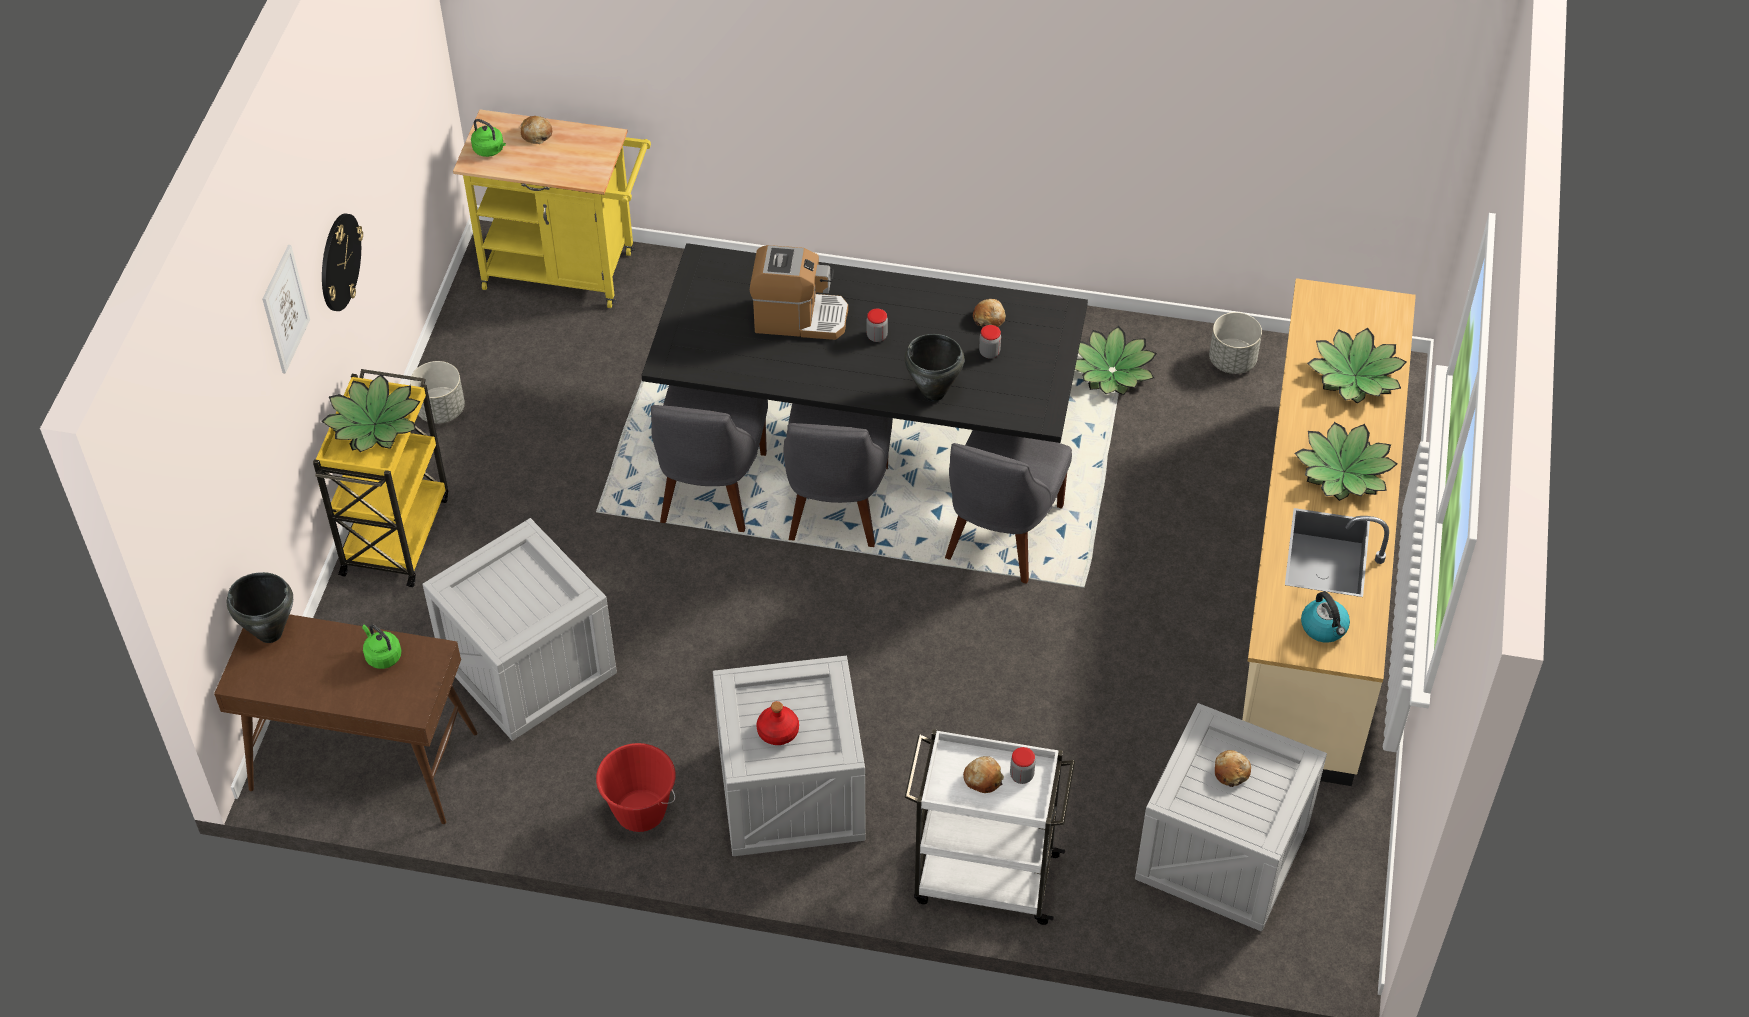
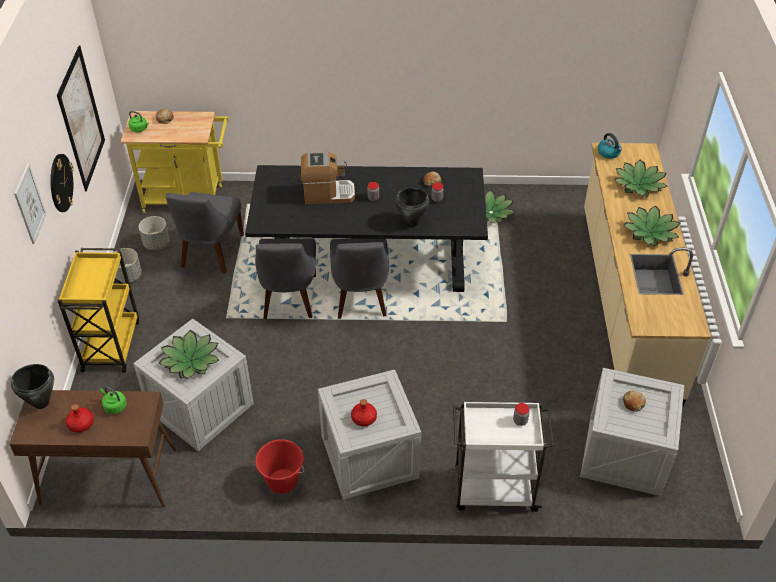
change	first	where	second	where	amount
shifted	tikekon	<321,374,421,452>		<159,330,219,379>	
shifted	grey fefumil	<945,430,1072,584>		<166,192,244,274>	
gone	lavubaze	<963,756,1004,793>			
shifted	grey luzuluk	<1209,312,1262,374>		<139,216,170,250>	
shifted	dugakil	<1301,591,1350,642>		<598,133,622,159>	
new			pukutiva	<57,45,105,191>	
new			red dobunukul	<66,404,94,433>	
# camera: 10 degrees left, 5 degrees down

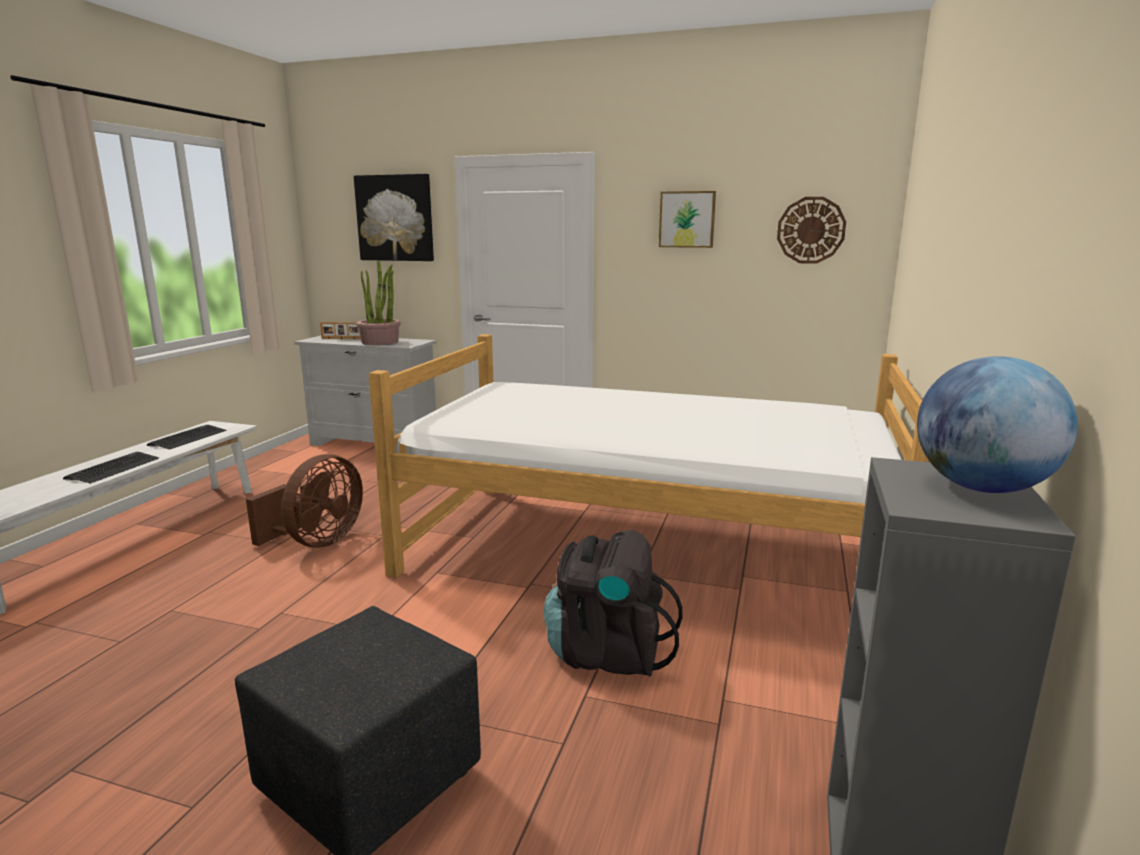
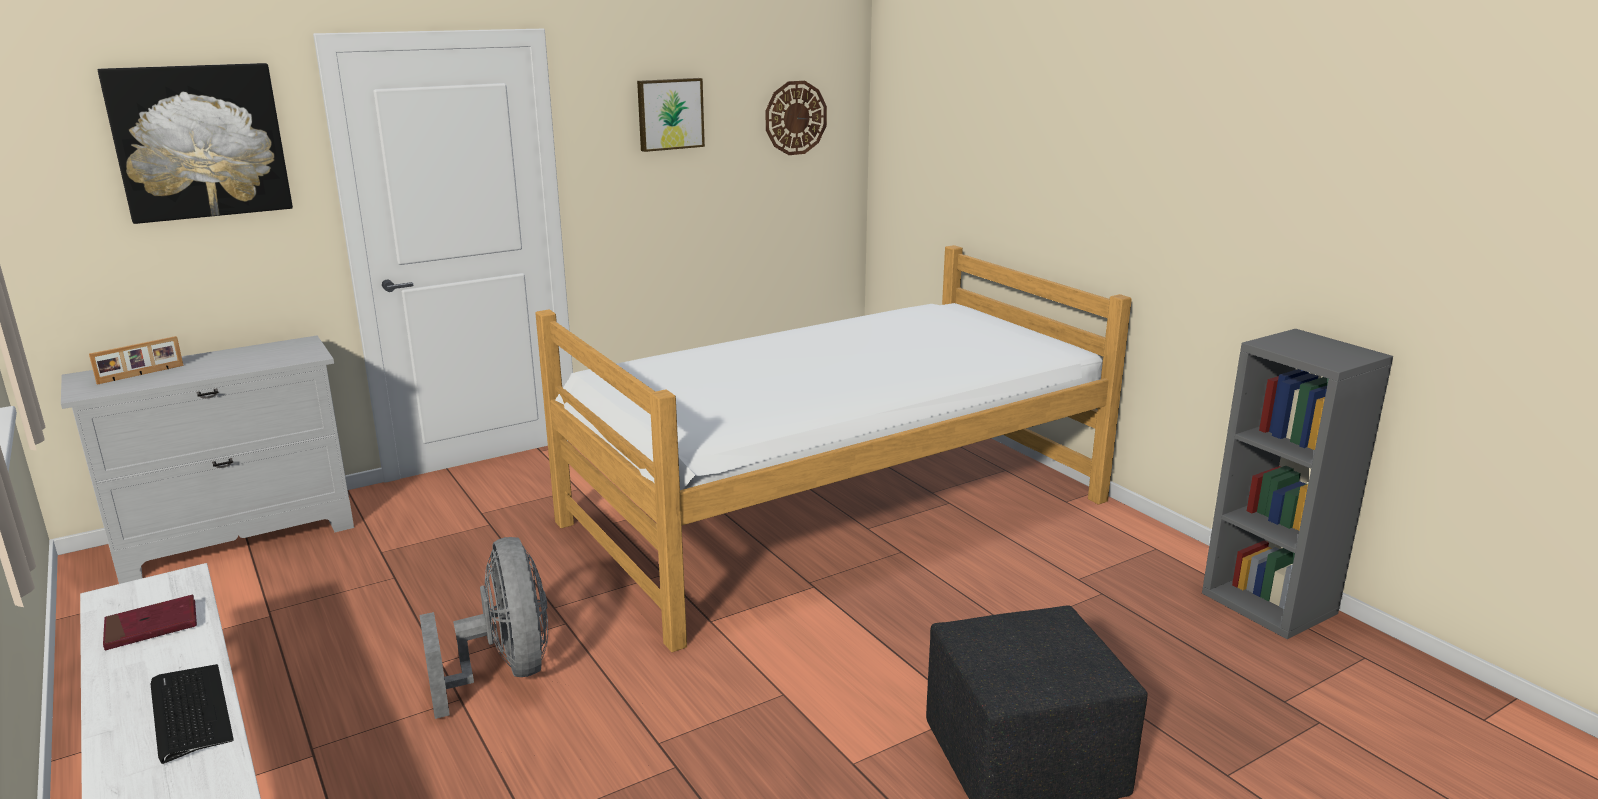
change	first	where	second	where	amount
swapped	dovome	<147,425,226,449>	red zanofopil	<103,595,197,650>	
repainted	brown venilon	<246,454,363,547>	grey venilon	<420,537,548,719>	
gone	tikekon	<356,260,401,345>			
gone	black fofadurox	<544,530,683,676>			
gone	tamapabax	<917,356,1078,493>			
# camera: 50 degrees left, 5 degrees up

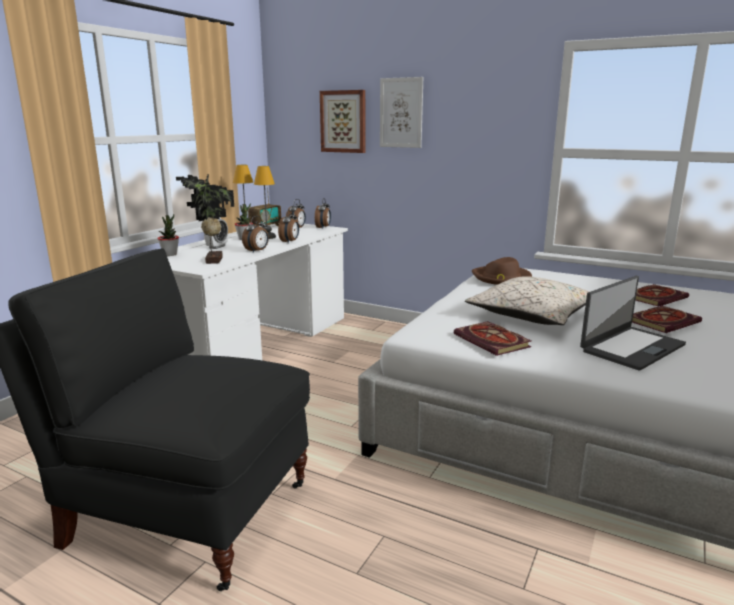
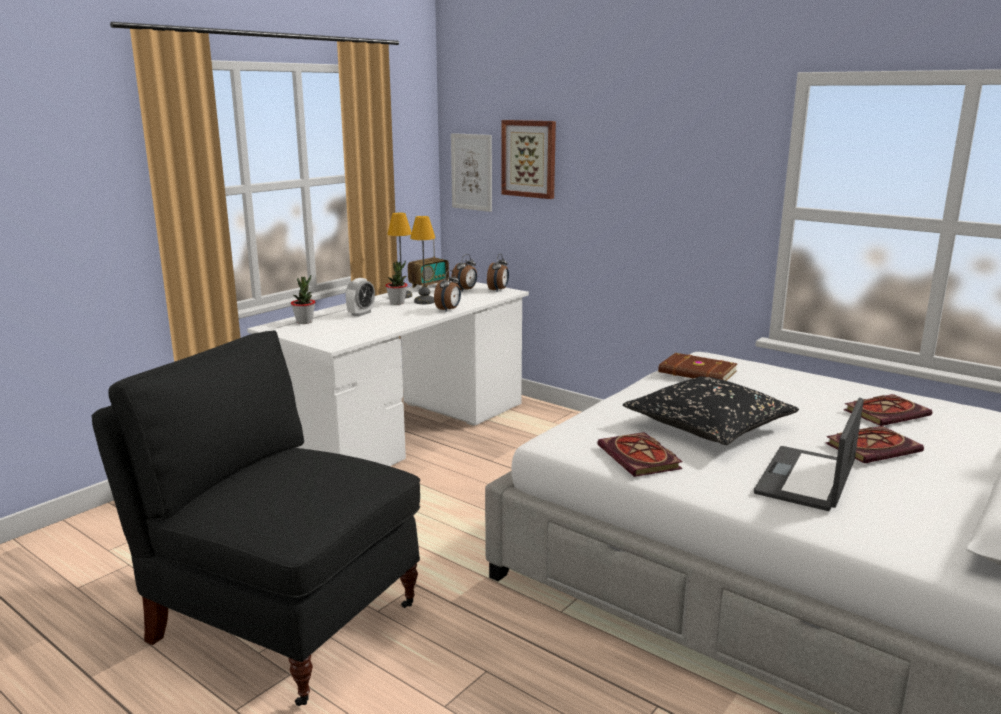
change	first	where	second	where	amount
gone	tikekon	<176,174,234,264>			
gone	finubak	<242,216,269,252>			
shifted	pukutiva	<380,77,423,148>		<451,133,492,212>	
repainted	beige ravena	<465,276,589,325>	black ravena	<623,376,799,445>	
swapped	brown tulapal	<472,257,532,285>	brown zanofopil	<658,353,738,381>	
rotated	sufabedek	<580,276,686,371>		<754,398,864,511>	150 degrees clockwise
# camera: 10 degrees right, 0 degrees up

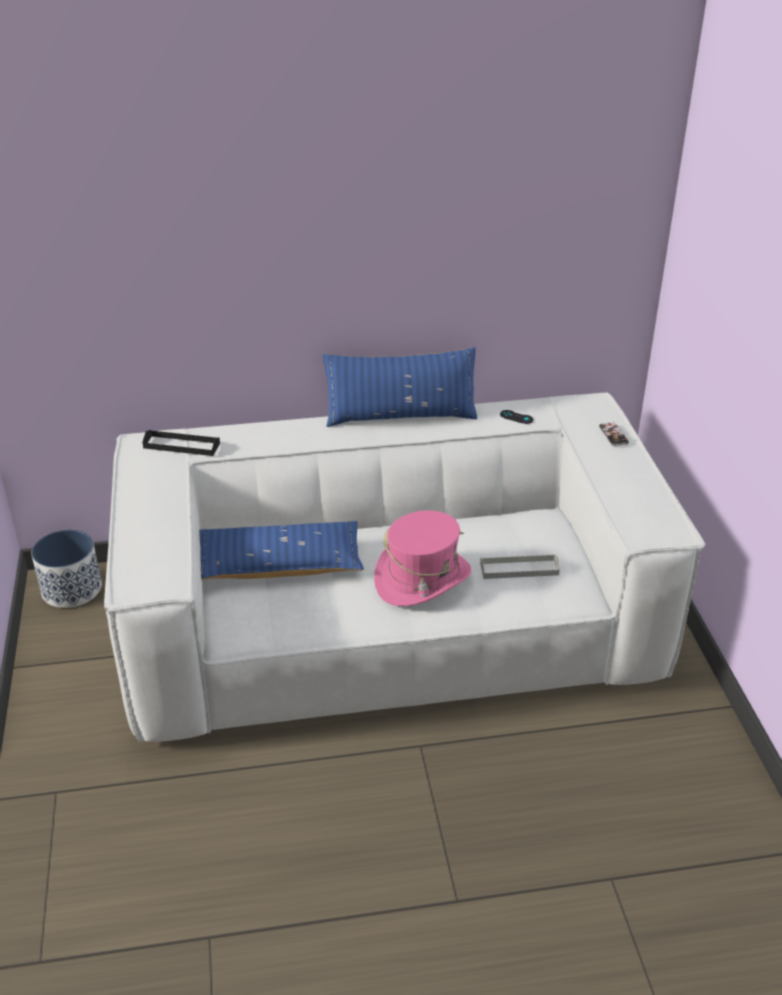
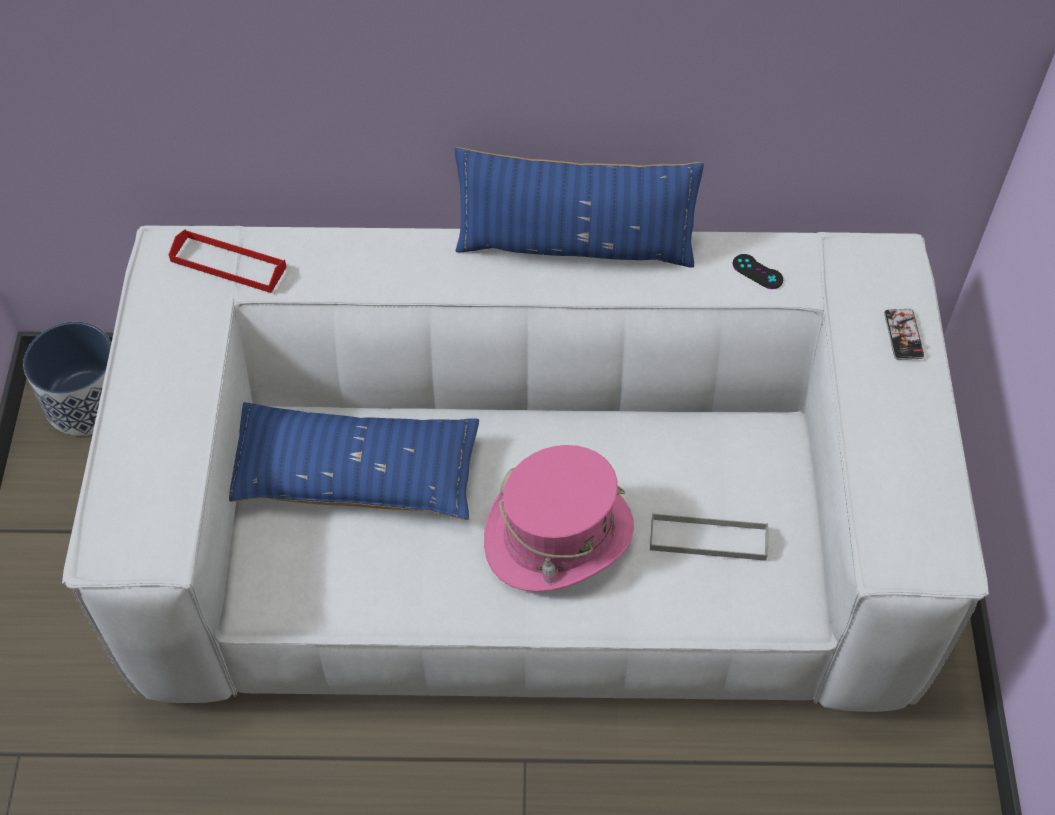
change	first	where	second	where	amount
repainted	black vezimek	<142,430,220,456>	red vezimek	<168,229,286,293>	
# camera: 10 degrees right, 20 degrees up

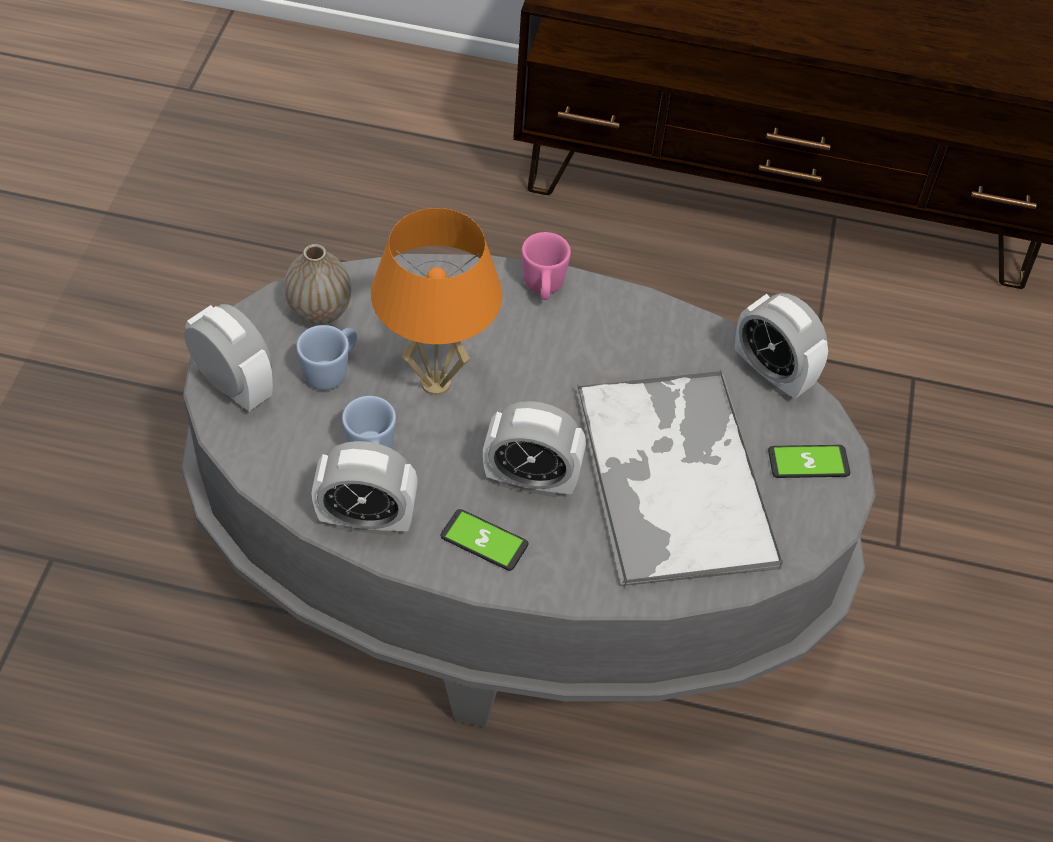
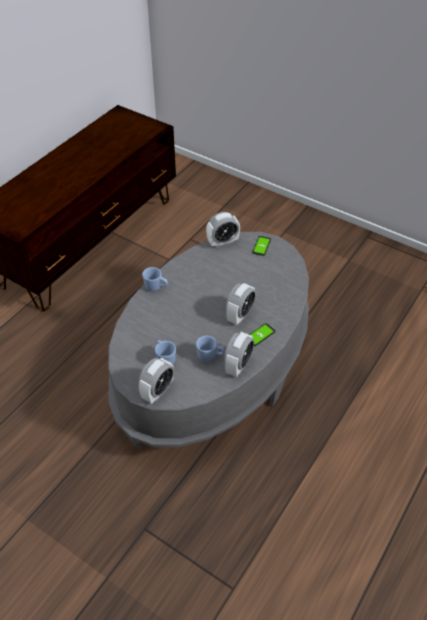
change	first	where	second	where	amount
rotated	finubak	<184,304,273,411>		<138,358,174,404>	150 degrees clockwise
gone	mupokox	<284,244,351,325>			
gone	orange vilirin	<371,208,503,395>			
repainted	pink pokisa	<522,232,571,300>	blue pokisa	<142,267,168,291>	
gone	vezimek	<576,370,783,588>			
# camera: 65 degrees left, 5 degrees down

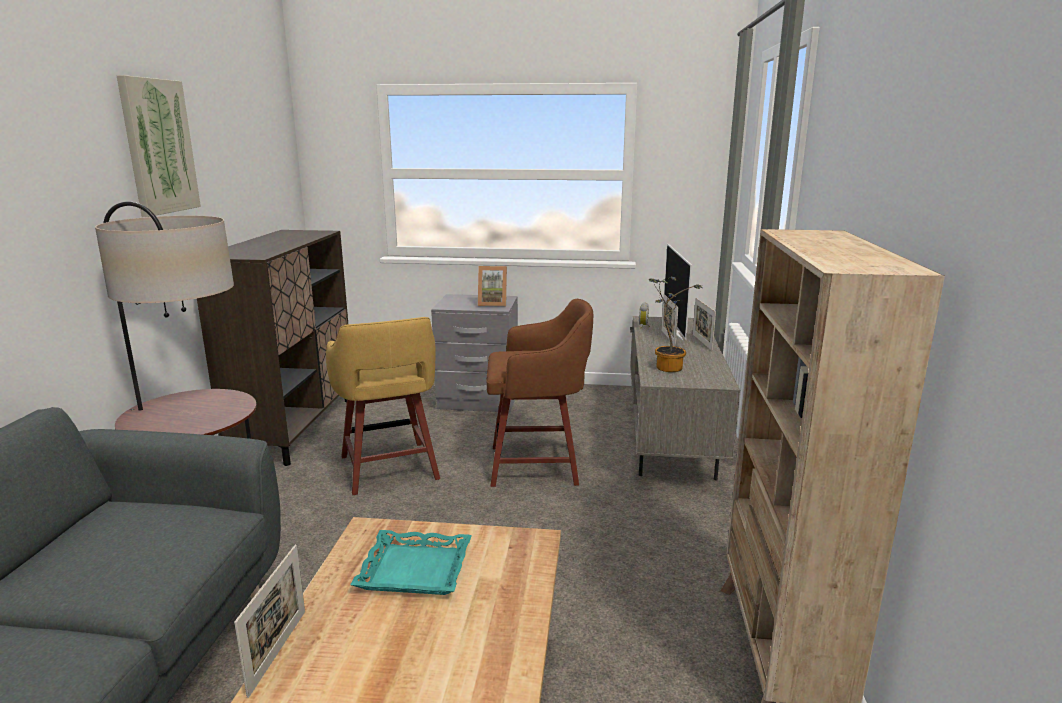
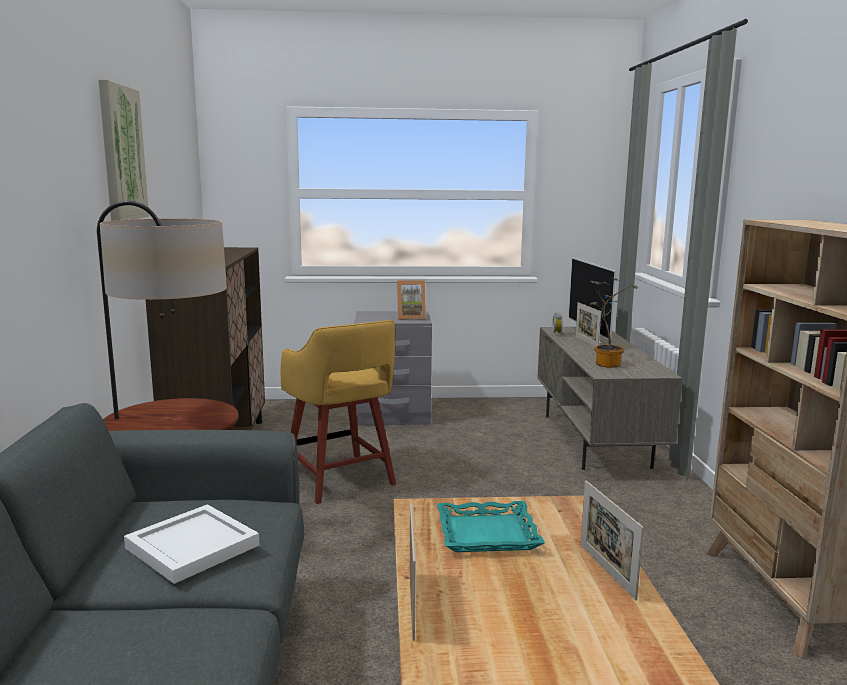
change	first	where	second	where	amount
gone	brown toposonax	<487,299,593,487>			
shifted	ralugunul	<693,298,716,351>		<581,480,644,601>	
new			white vezimek	<124,504,259,584>	
# camera: 10 degrees left, 5 degrees down

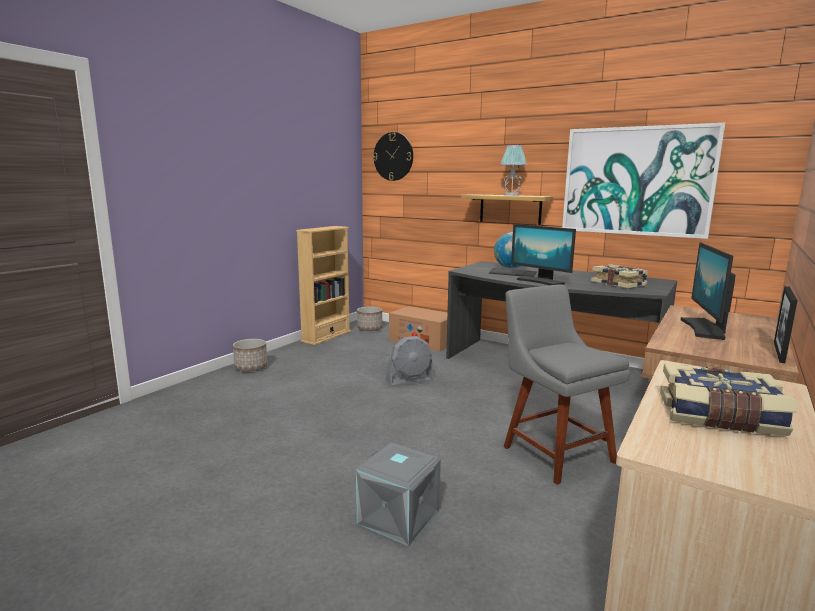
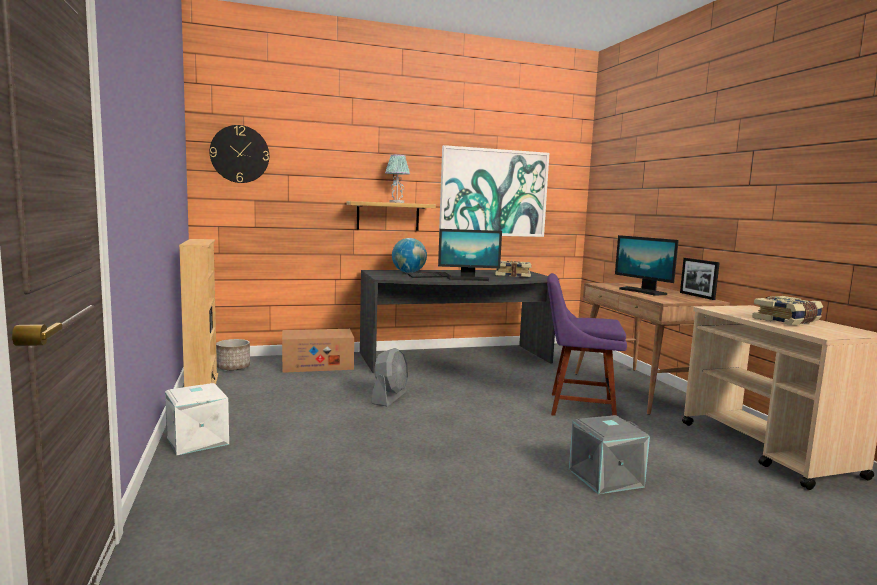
change	first	where	second	where	amount
swapped	luzuluk	<233,339,267,371>	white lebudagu	<165,383,229,456>	
repainted	grey fefumil	<504,284,630,485>	purple fefumil	<547,273,627,416>	
# camera: 50 degrees left, 5 degrees down

